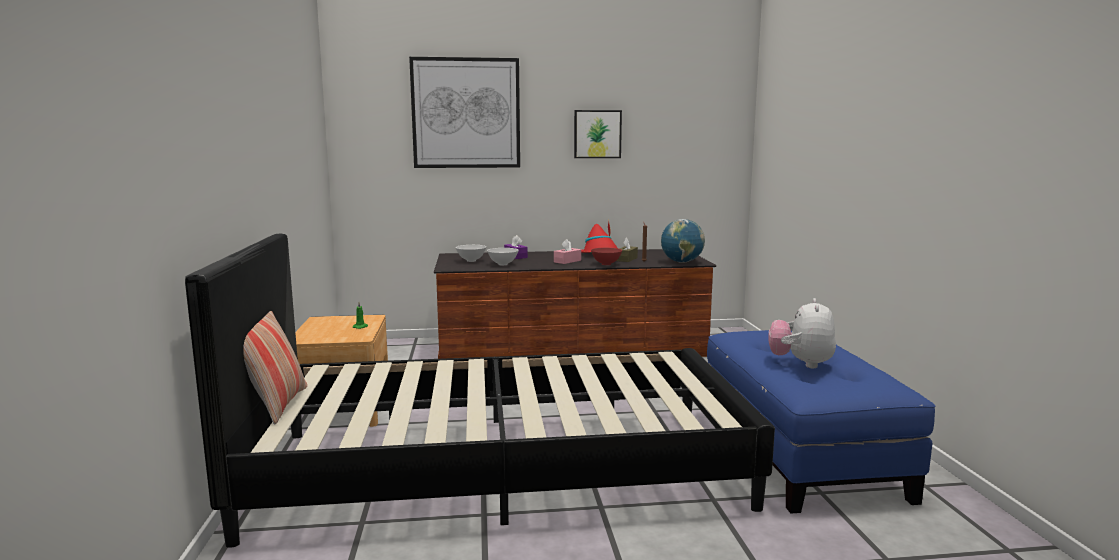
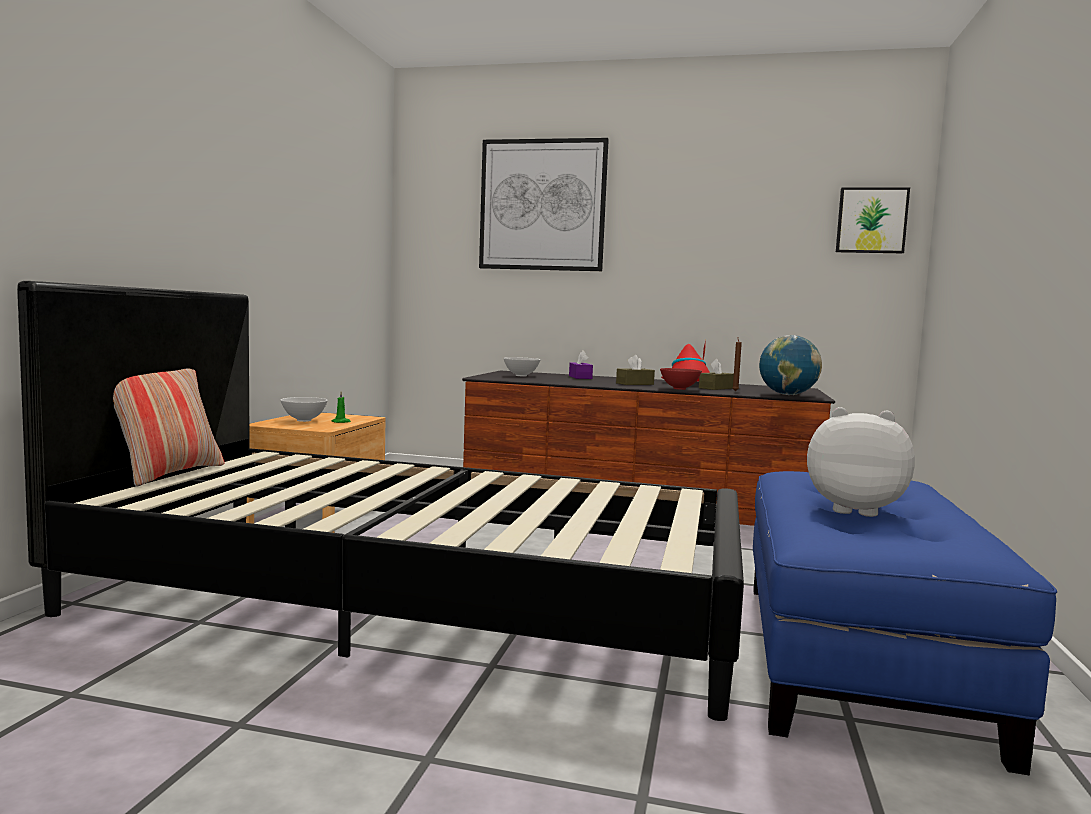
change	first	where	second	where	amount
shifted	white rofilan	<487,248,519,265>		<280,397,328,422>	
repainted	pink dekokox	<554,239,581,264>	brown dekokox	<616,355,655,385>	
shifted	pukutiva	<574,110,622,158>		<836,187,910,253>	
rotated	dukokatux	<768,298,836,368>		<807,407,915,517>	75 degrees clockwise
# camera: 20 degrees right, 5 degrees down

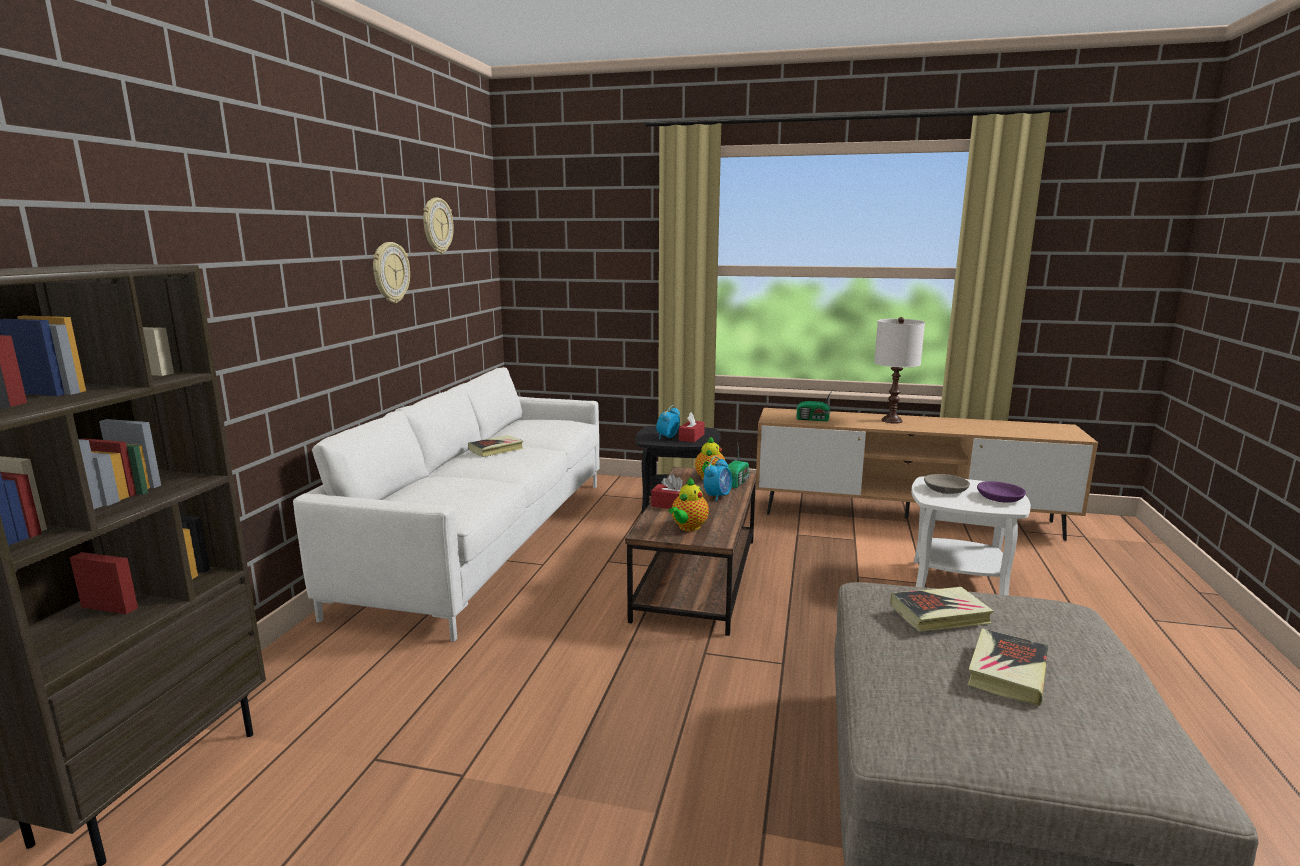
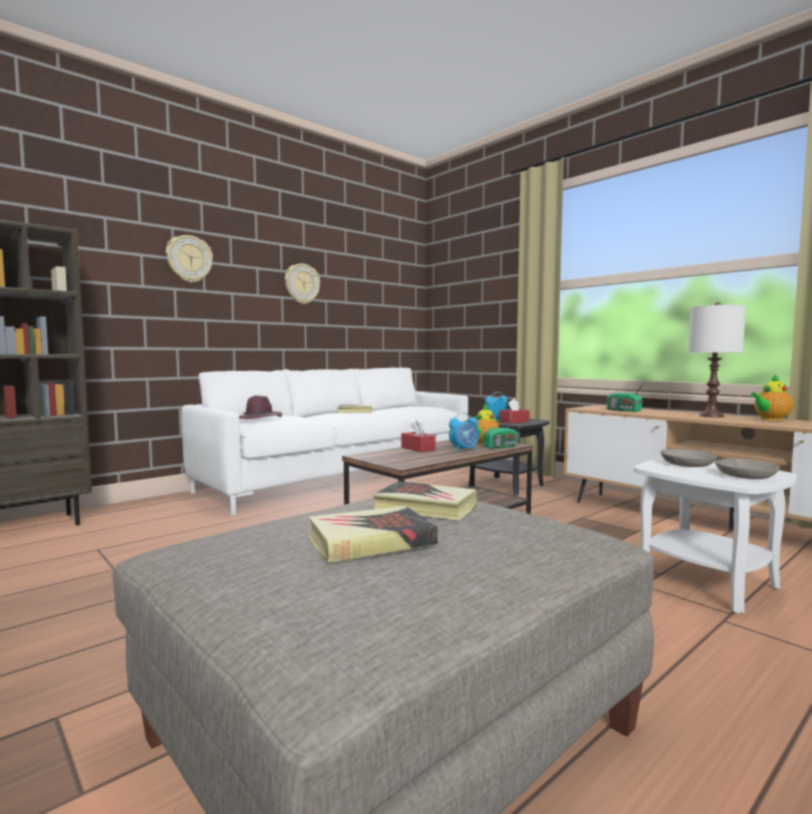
change	first	where	second	where	amount
shifted	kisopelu	<423,198,454,254>		<166,235,213,283>	
shifted	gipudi	<668,478,709,531>		<750,375,793,420>	
repainted	purple rofilan	<977,481,1026,503>	grey rofilan	<715,458,780,479>	
new			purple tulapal	<239,395,282,419>	
# camera: 35 degrees right, 10 degrees down

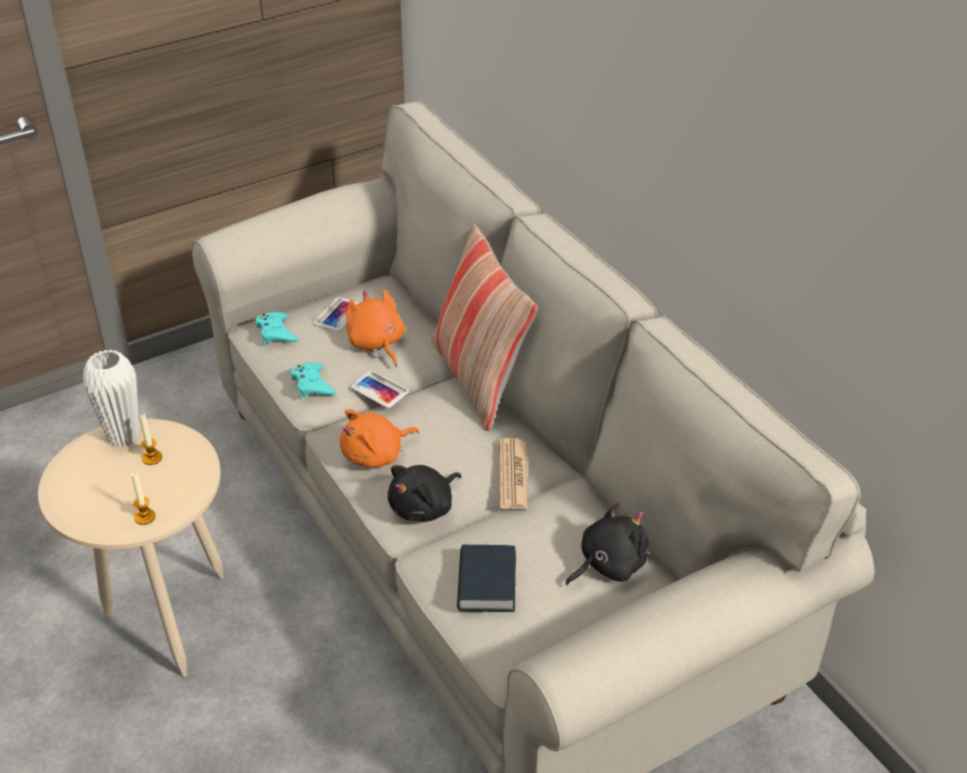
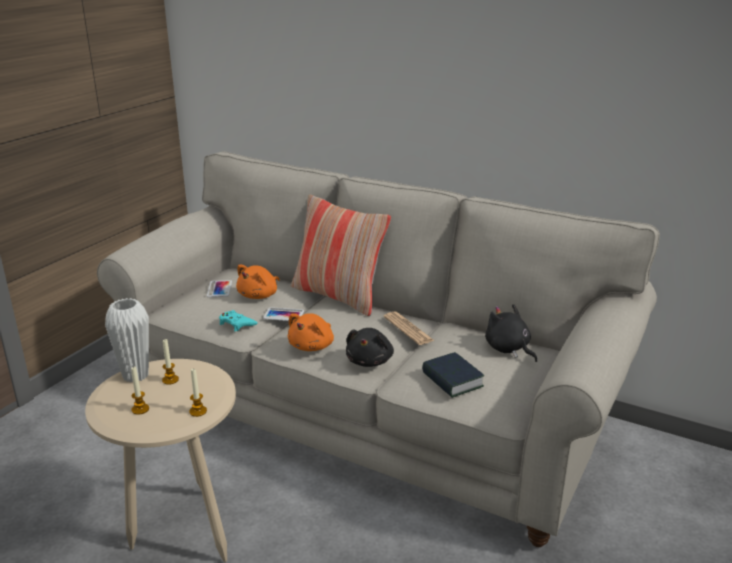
change	first	where	second	where	amount
gone	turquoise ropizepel	<256,312,298,344>			
rotated	orange dukokatux	<346,289,405,366>		<236,264,280,299>	90 degrees counterclockwise
rotated	black dukokatux	<565,502,649,586>		<485,304,537,362>	60 degrees counterclockwise
new			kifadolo	<131,366,149,415>	
# camera: 30 degrees left, 15 degrees down

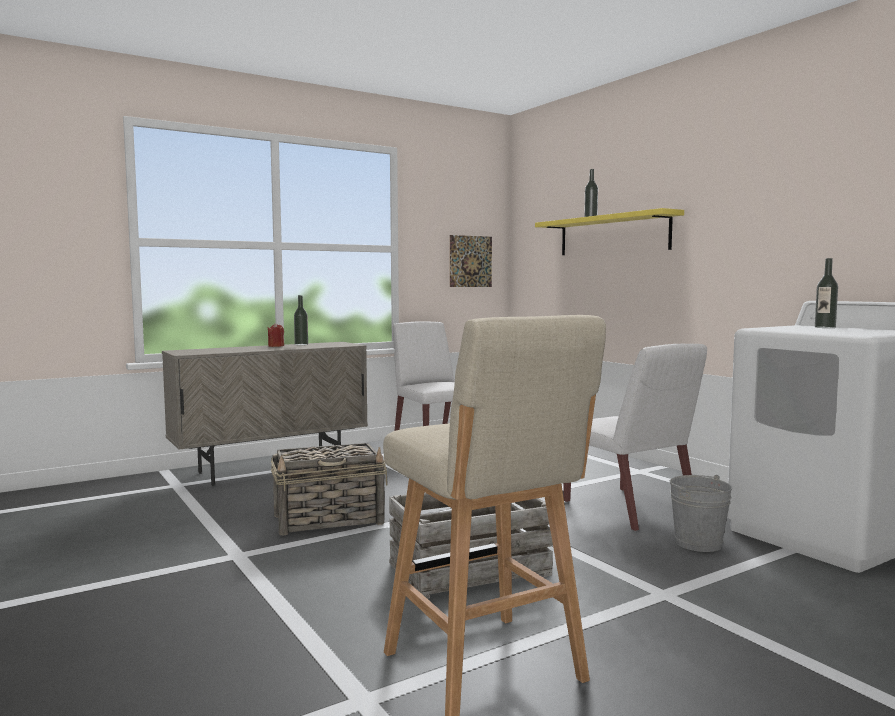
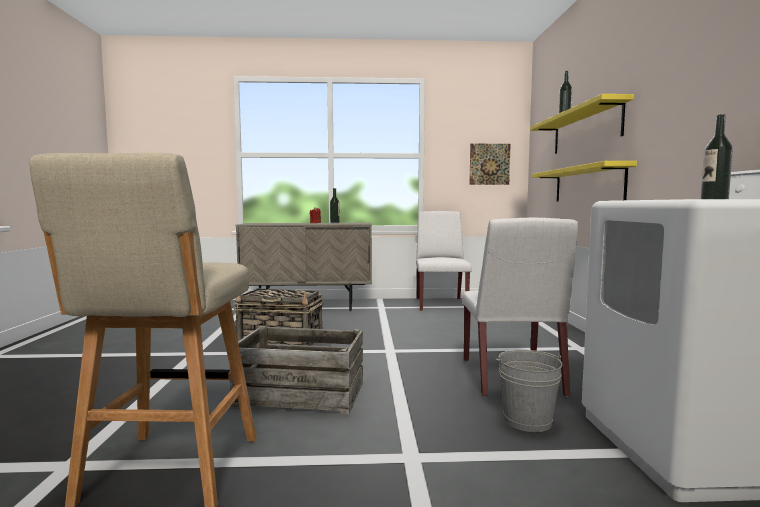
change	first	where	second	where	amount
new			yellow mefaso	<531,161,637,202>	
# camera: 30 degrees right, 0 degrees up

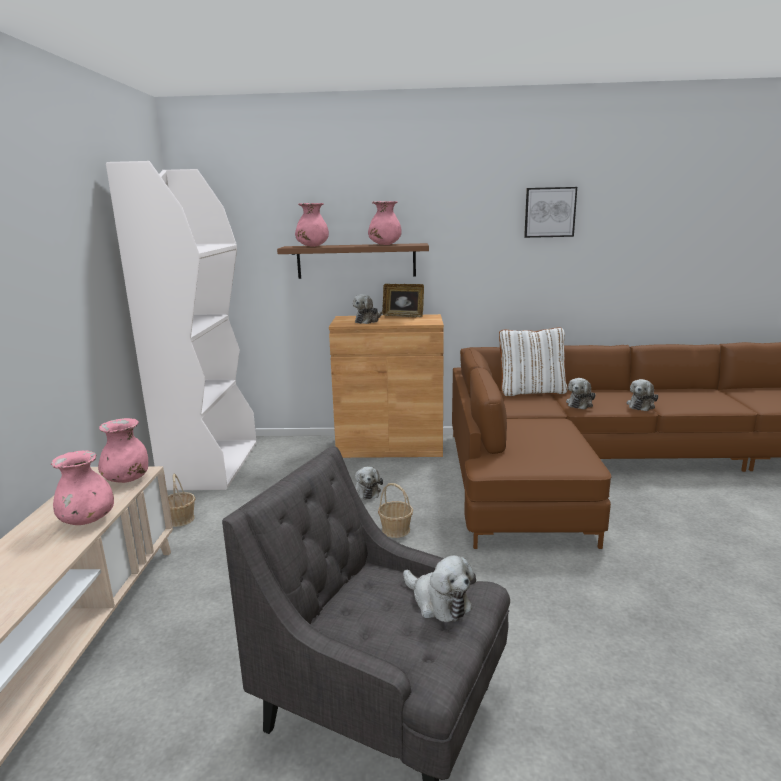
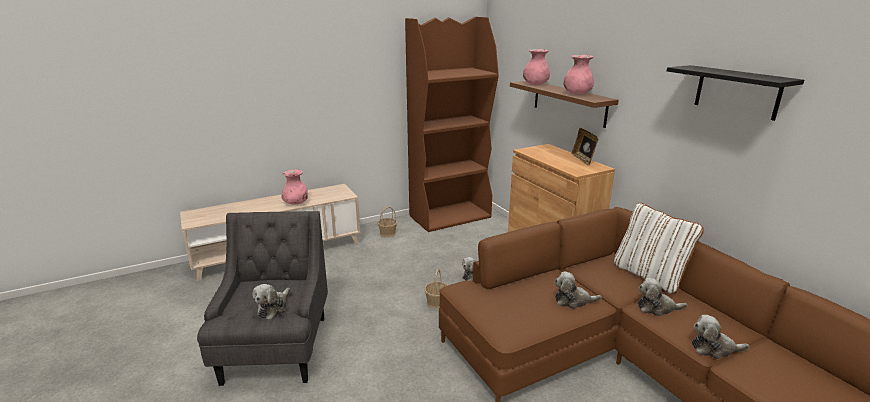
change	first	where	second	where	amount
gone	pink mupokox	<98,418,148,483>			
repainted	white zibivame	<106,161,257,490>	brown zibivame	<405,17,499,232>	
shifted	dukokatux	<353,294,382,324>		<554,272,602,309>	
swapped	pukutiva	<524,187,577,238>	black mefaso	<667,65,804,121>	
# camera: 60 degrees right, 5 degrees up

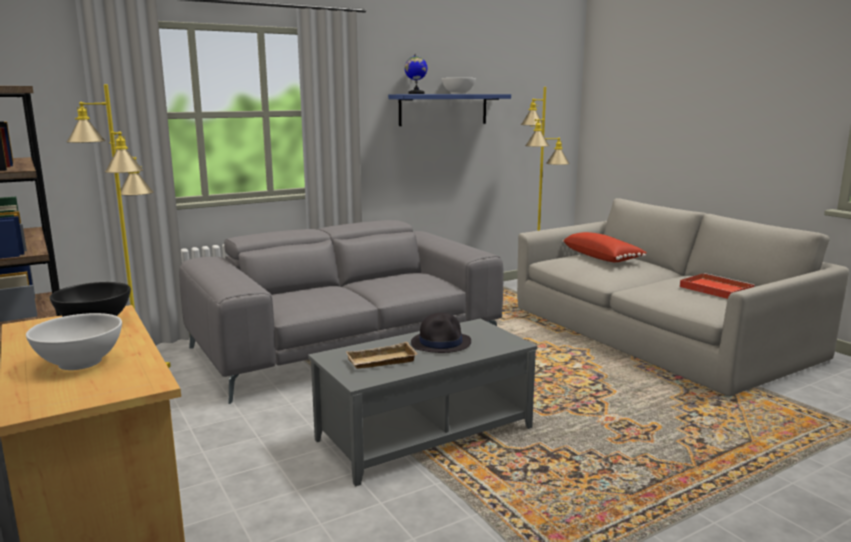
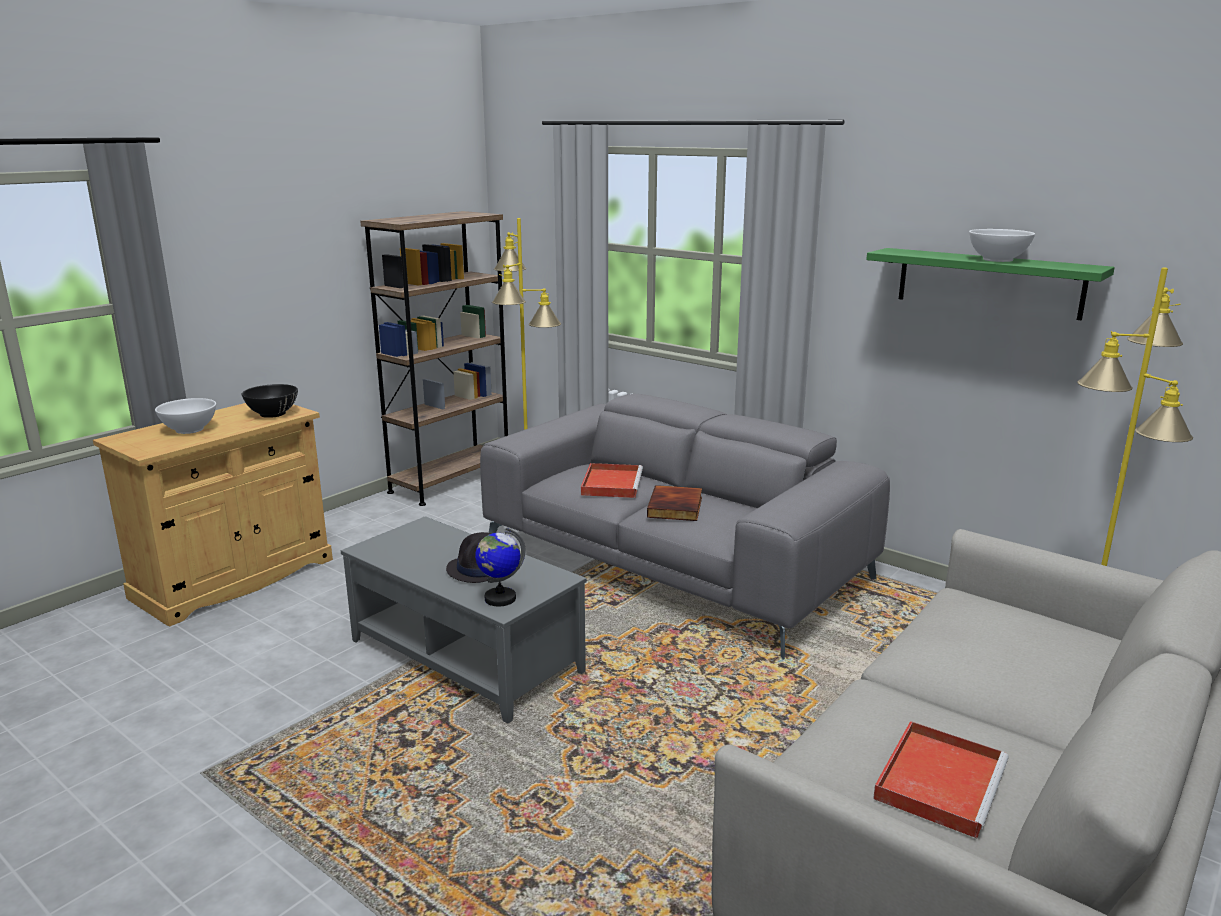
change	first	where	second	where	amount
gone	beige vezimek	<346,342,418,369>			
repainted	blue mefaso	<388,94,511,126>	green mefaso	<866,248,1115,320>	
shifted	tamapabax	<405,53,427,94>		<475,528,526,606>	
gone	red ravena	<562,232,646,262>			
new			red vezimek	<581,463,643,498>	
new			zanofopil	<647,485,702,521>	
# camera: 70 degrees right, 5 degrees up

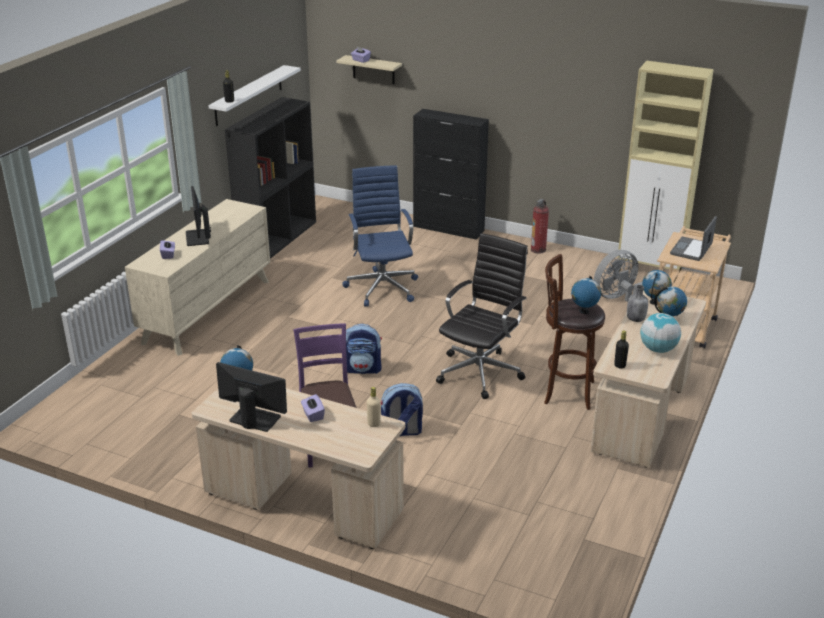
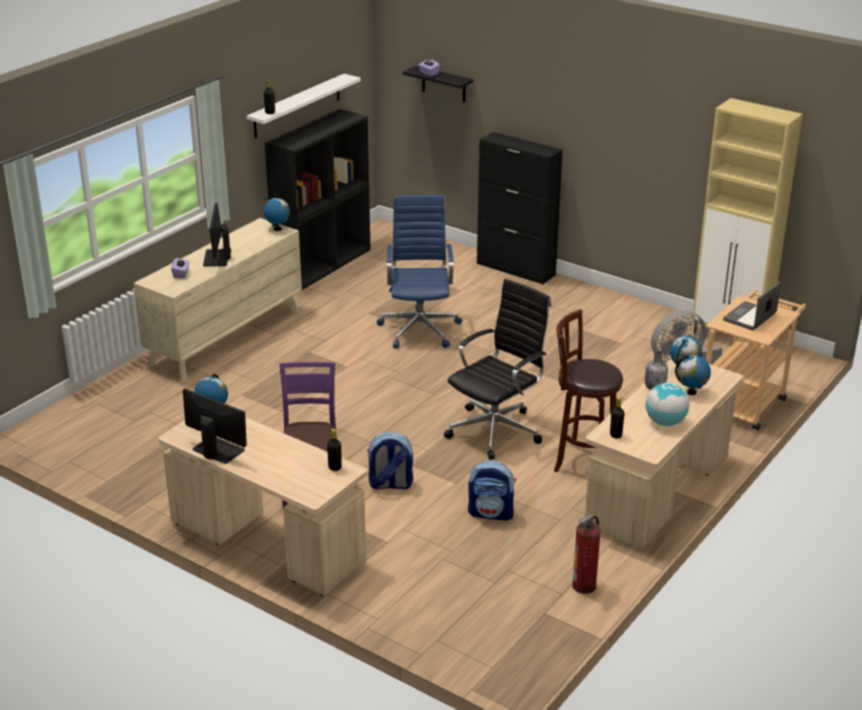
change	first	where	second	where	amount
gone	purple dekokox	<301,394,325,422>			
repainted	beige mefaso	<336,55,402,84>	black mefaso	<402,66,473,102>	
shifted	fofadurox	<346,324,382,374>		<468,460,516,521>	
repainted	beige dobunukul	<367,387,381,427>	black dobunukul	<327,429,342,471>	
shifted	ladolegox	<531,199,549,254>		<572,514,601,594>	
shifted	tamapabax	<571,276,601,314>		<263,196,290,231>	
# camera: 10 degrees right, 0 degrees up

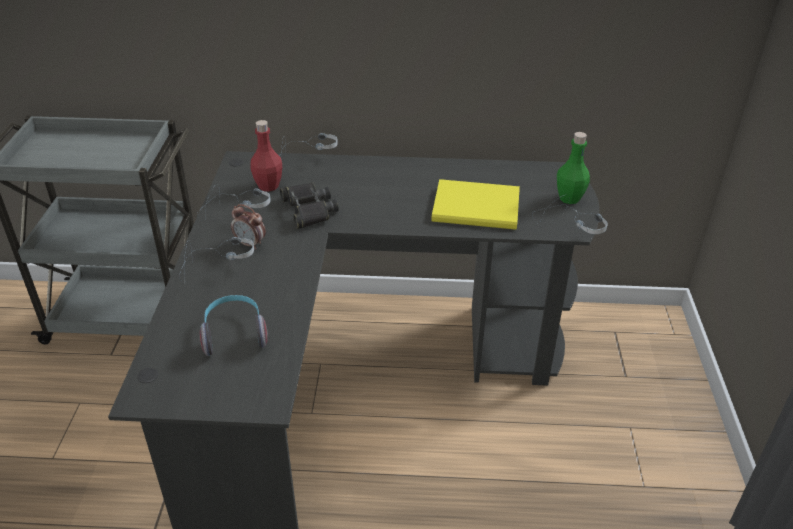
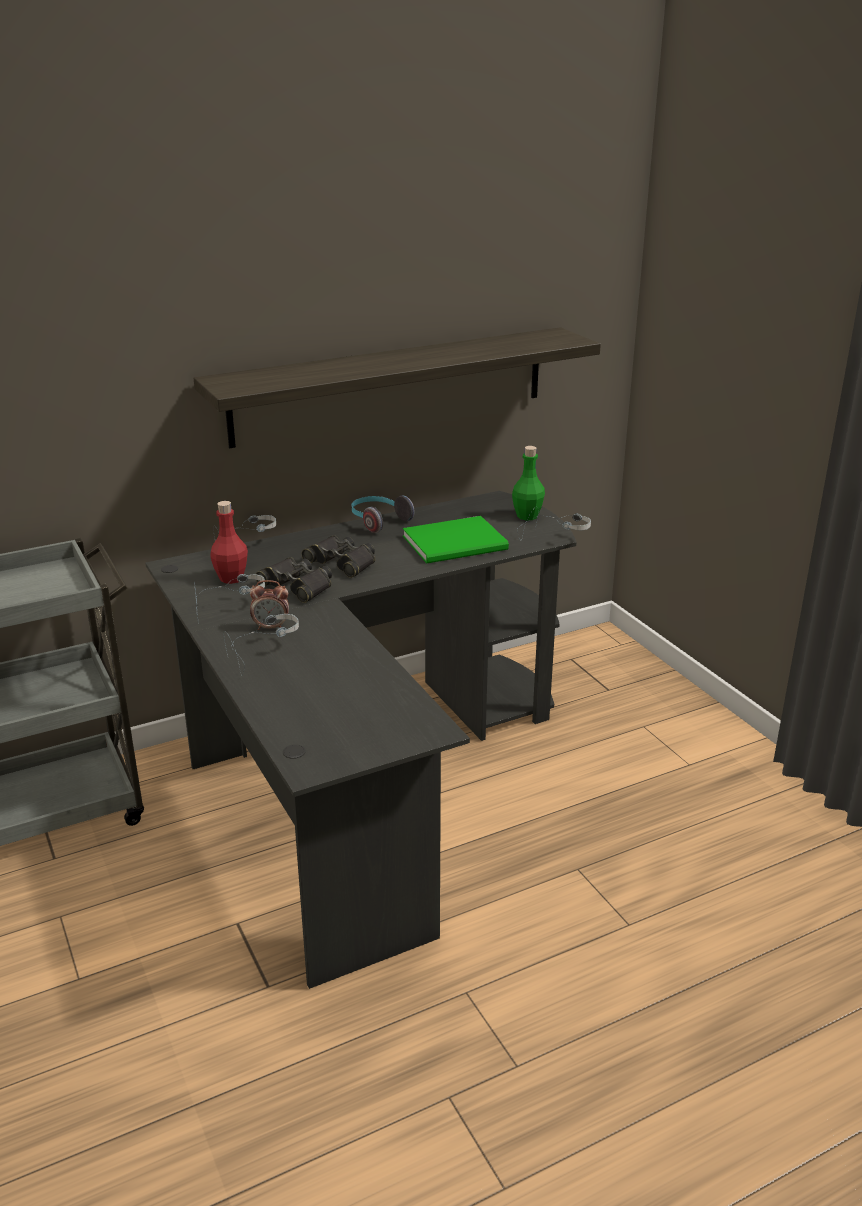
change	first	where	second	where	amount
shifted	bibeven	<200,295,268,356>		<351,495,415,533>	
repainted	yellow zanofopil	<431,179,520,230>	green zanofopil	<403,516,509,563>	
new			mefaso	<194,327,601,448>	
new			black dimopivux	<302,535,375,578>	
# camera: 30 degrees left, 10 degrees down

